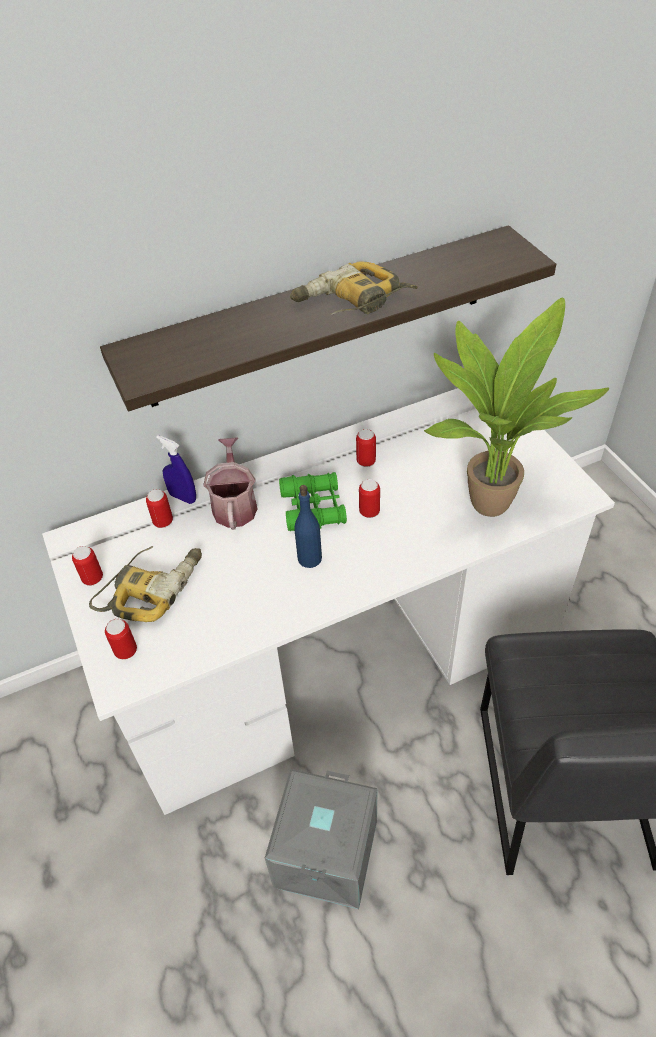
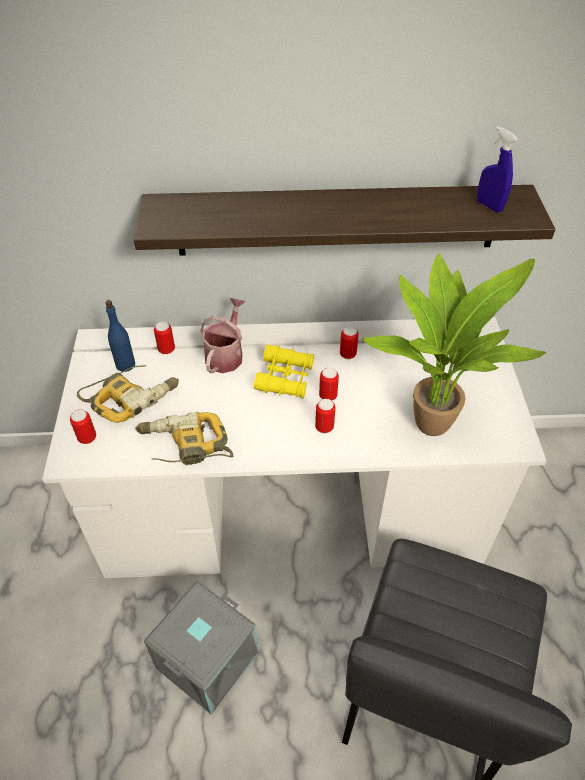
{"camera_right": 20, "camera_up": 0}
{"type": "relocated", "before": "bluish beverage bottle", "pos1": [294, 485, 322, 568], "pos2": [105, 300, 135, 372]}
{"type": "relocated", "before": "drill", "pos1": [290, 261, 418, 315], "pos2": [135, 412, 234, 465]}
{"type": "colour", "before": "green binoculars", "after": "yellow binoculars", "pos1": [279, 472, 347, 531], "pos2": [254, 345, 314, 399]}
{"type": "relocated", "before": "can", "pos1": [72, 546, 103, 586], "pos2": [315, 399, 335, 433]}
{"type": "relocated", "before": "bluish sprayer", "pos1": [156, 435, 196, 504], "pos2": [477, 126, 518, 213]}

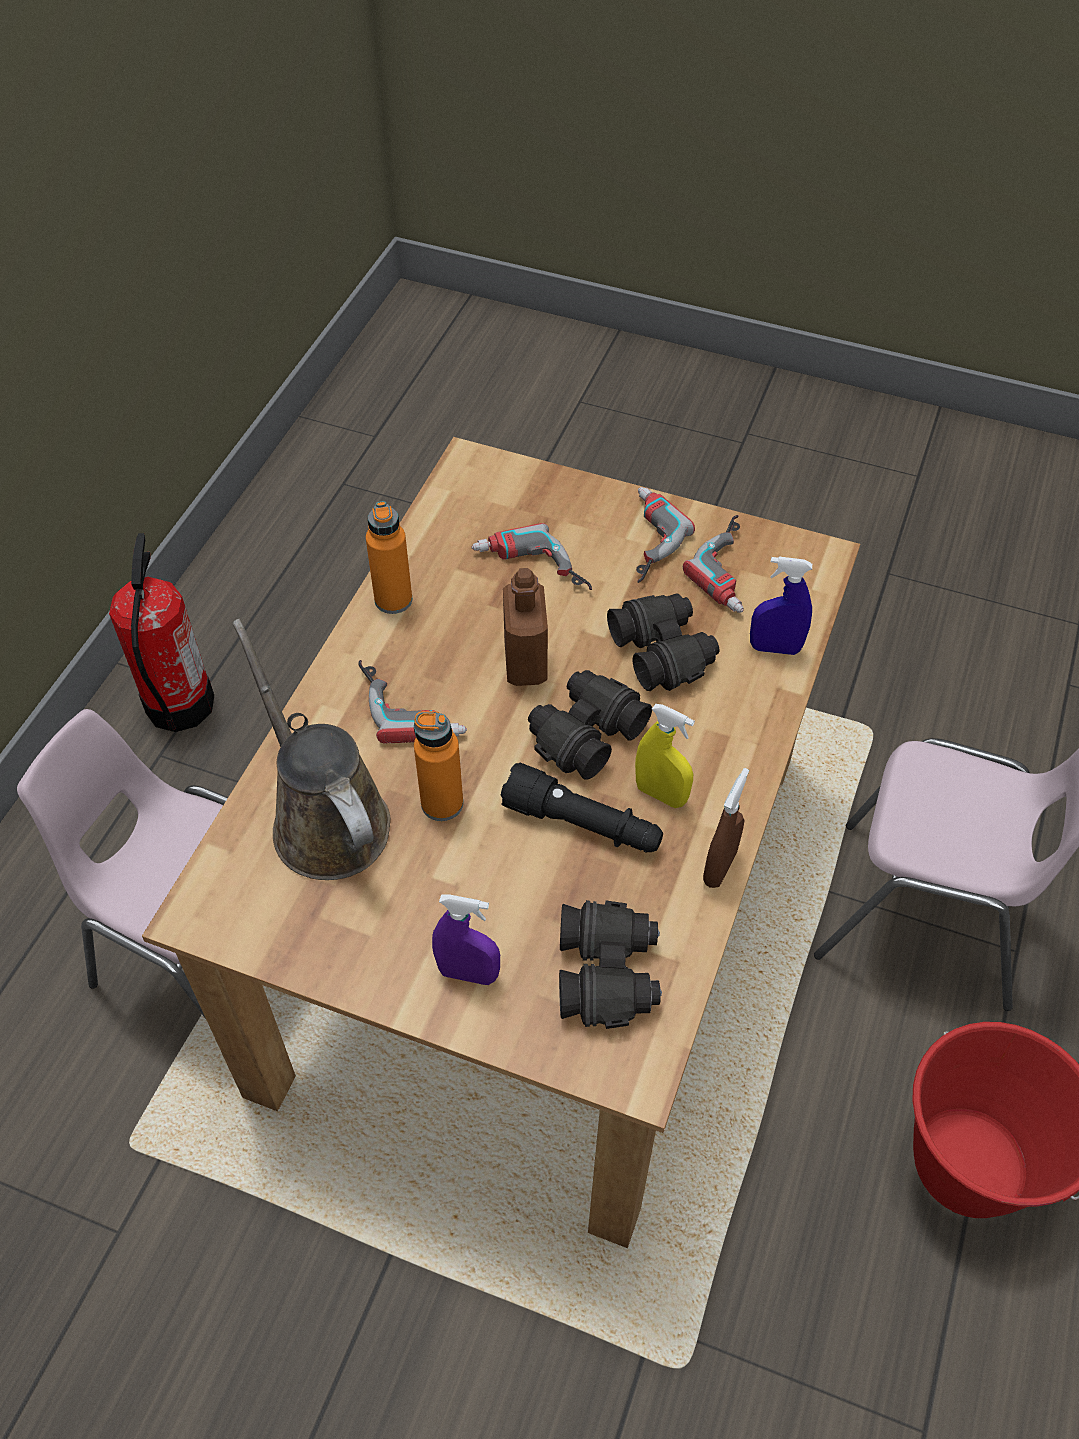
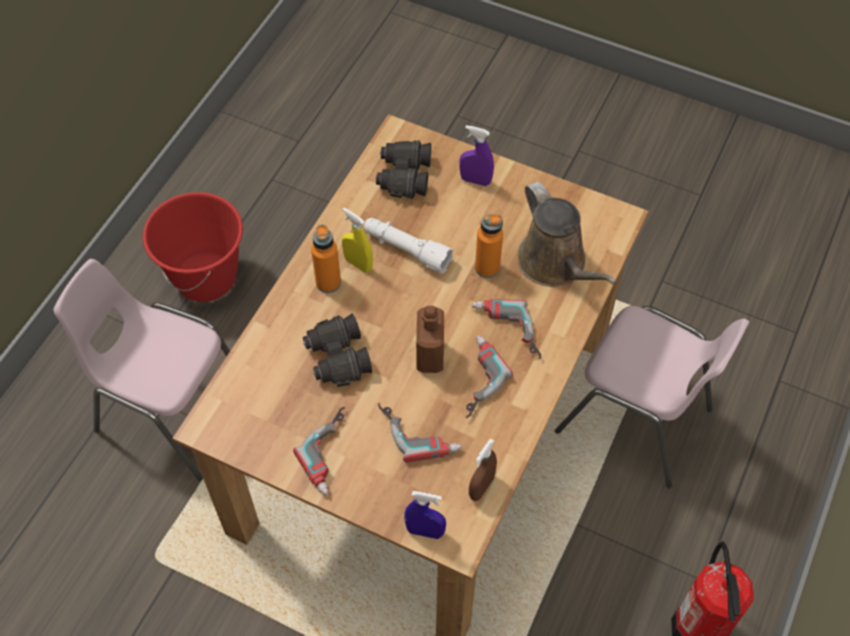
{"camera_right": -175, "camera_up": 5}
{"type": "relocated", "before": "orange-coloured beverage bottle", "pos1": [366, 501, 412, 614], "pos2": [311, 225, 341, 293]}
{"type": "colour", "before": "black torch", "after": "whitish torch", "pos1": [501, 763, 663, 852], "pos2": [364, 218, 453, 274]}
{"type": "relocated", "before": "bluish sprayer", "pos1": [750, 557, 812, 655], "pos2": [404, 491, 446, 539]}
{"type": "relocated", "before": "drill", "pos1": [683, 515, 744, 613], "pos2": [466, 335, 513, 418]}
{"type": "relocated", "before": "brownish sprayer", "pos1": [703, 768, 749, 888], "pos2": [469, 438, 497, 501]}
{"type": "missing", "before": "black binoculars", "pos1": [528, 670, 652, 780]}

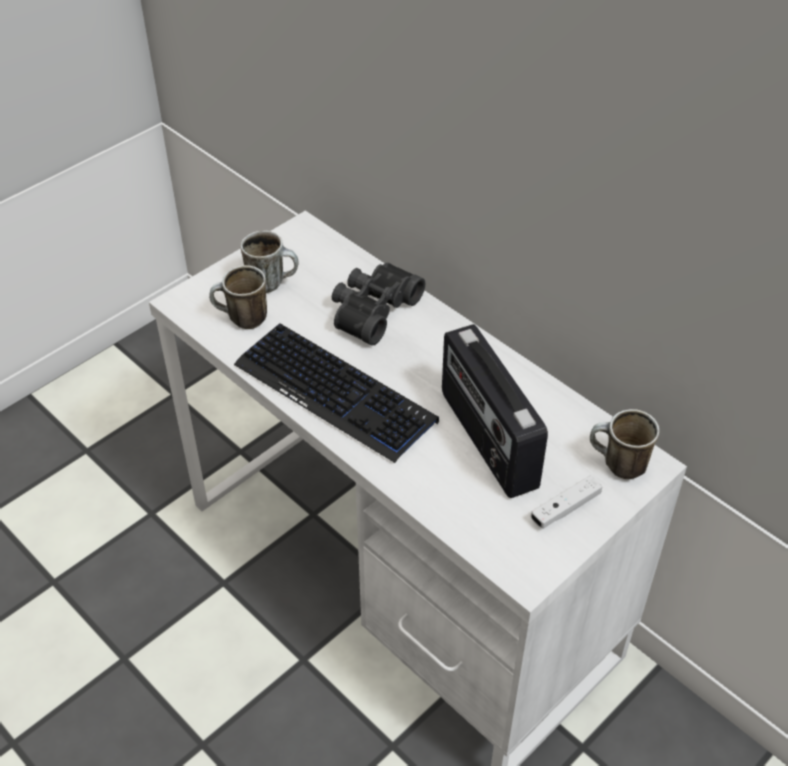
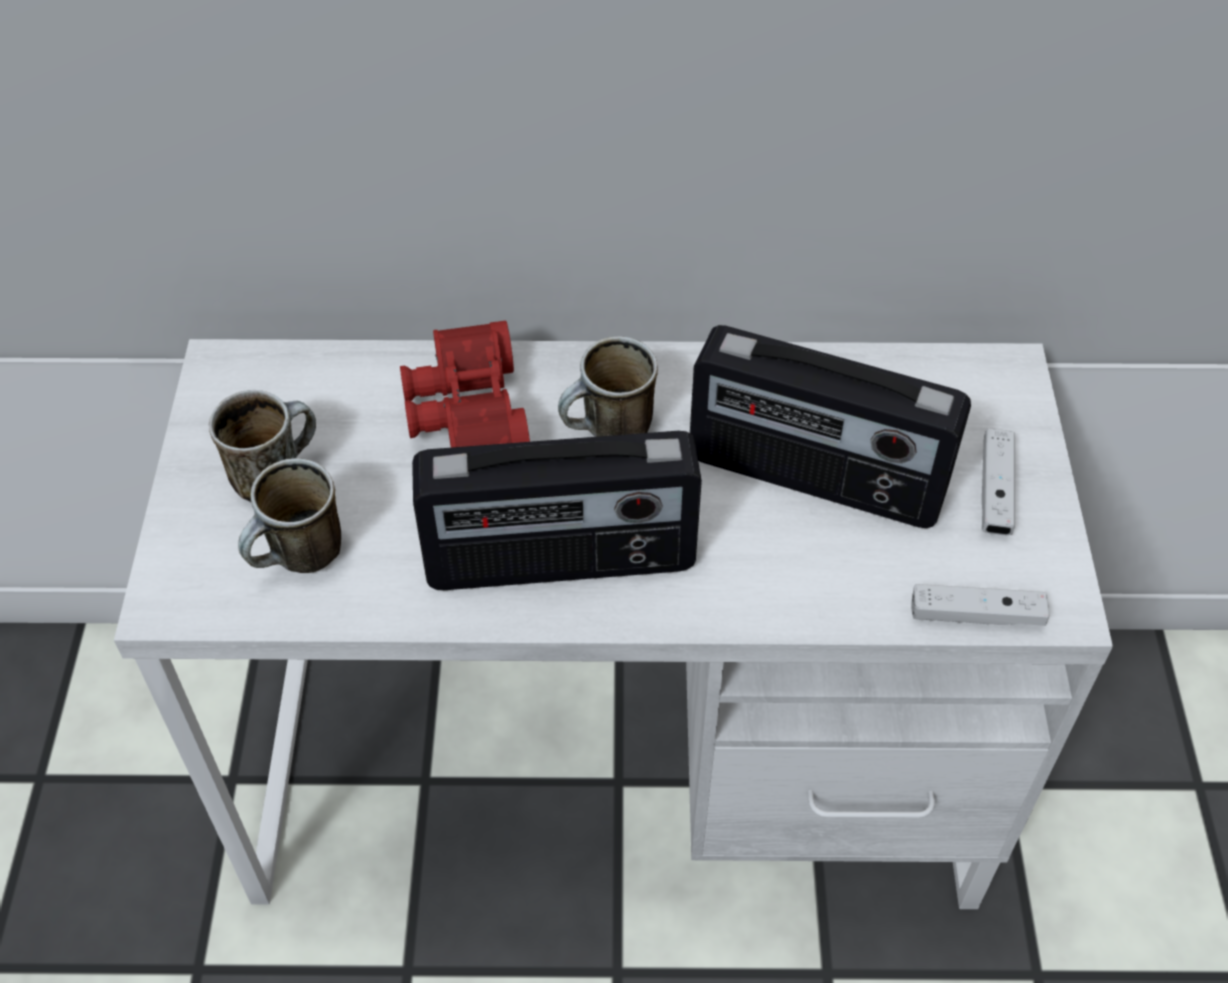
{"camera_right": -45, "camera_up": 5}
{"type": "colour", "before": "black binoculars", "after": "red binoculars", "pos1": [332, 262, 425, 346], "pos2": [400, 321, 530, 448]}
{"type": "exchanged", "before": "keyboard", "after": "radio", "pos1": [234, 323, 439, 463], "pos2": [412, 431, 702, 590]}
{"type": "relocated", "before": "coffee mug", "pos1": [590, 409, 659, 479], "pos2": [558, 336, 658, 437]}
{"type": "appeared", "after": "whitish joypad", "pos2": [911, 584, 1049, 626]}

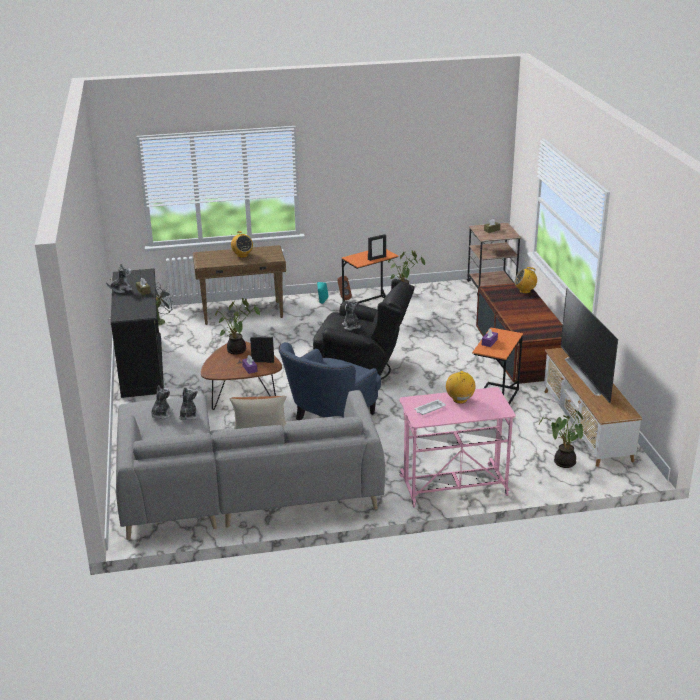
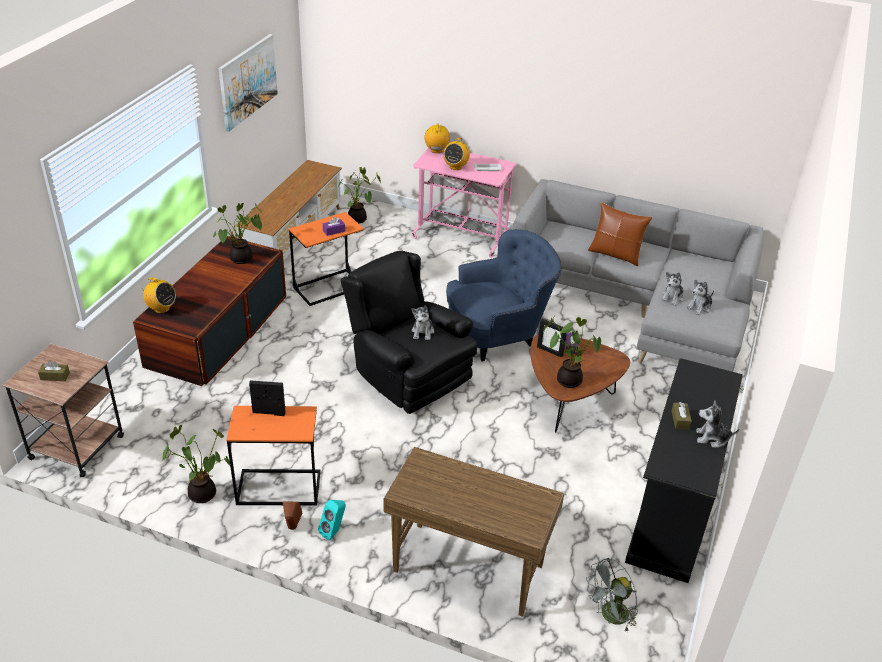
{"camera_right": -150, "camera_up": 10}
{"type": "appeared", "after": "houseplant", "pos2": [213, 203, 263, 264]}
{"type": "appeared", "after": "wall picture", "pos2": [219, 34, 278, 131]}
{"type": "relocated", "before": "radio", "pos1": [231, 231, 253, 258], "pos2": [424, 124, 450, 153]}
{"type": "missing", "before": "television", "pos1": [561, 288, 618, 403]}

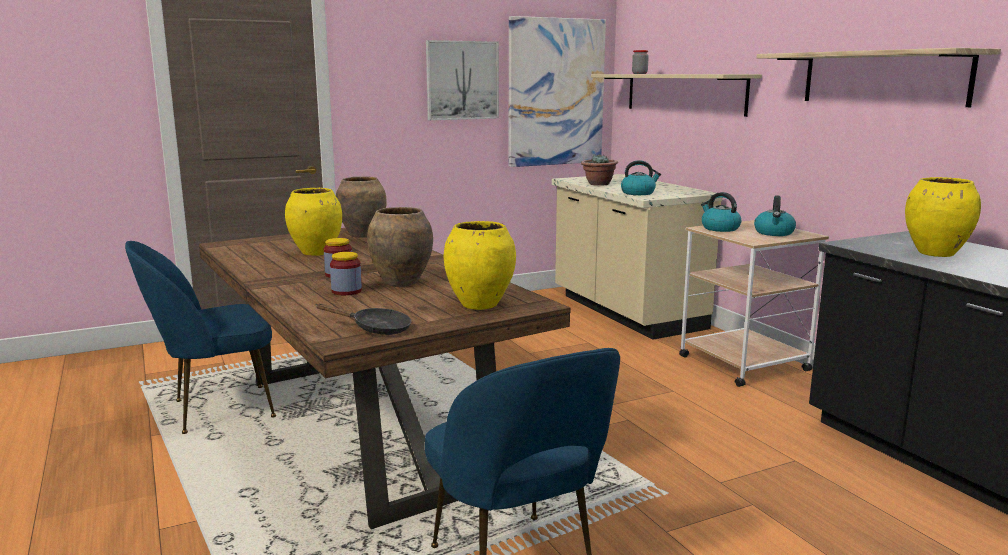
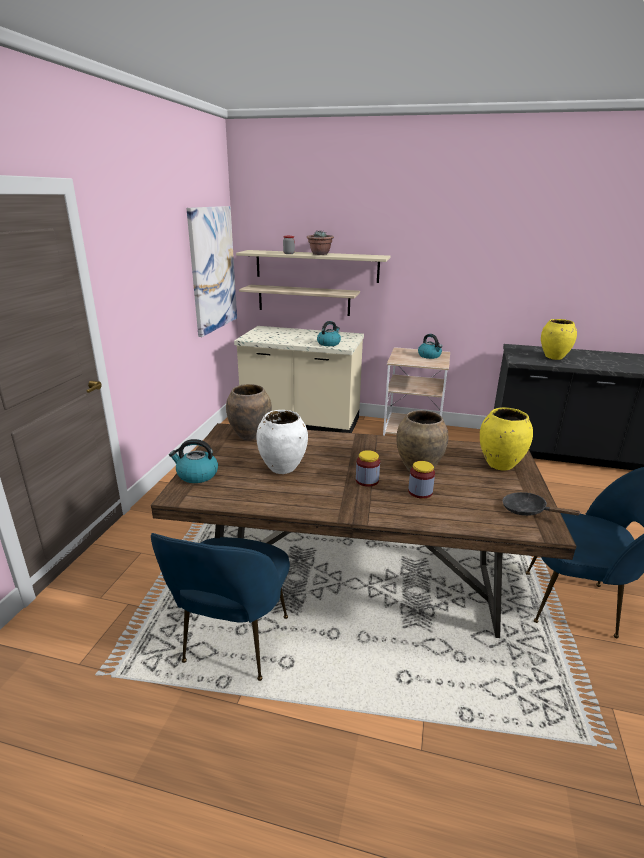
{"camera_right": -50, "camera_up": 10}
{"type": "relocated", "before": "tea kettle", "pos1": [701, 192, 741, 232], "pos2": [169, 439, 218, 483]}
{"type": "relocated", "before": "wall shelf", "pos1": [757, 48, 1001, 107], "pos2": [239, 285, 360, 316]}
{"type": "colour", "before": "yellow vase", "after": "whitish vase", "pos1": [285, 188, 342, 256], "pos2": [256, 410, 308, 474]}
{"type": "relocated", "before": "houseplant", "pos1": [581, 154, 618, 186], "pos2": [307, 231, 334, 255]}
{"type": "spun", "before": "black pan", "pos1": [316, 303, 411, 335], "pos2": [502, 492, 581, 516], "turn": -105}
{"type": "missing", "before": "wall picture", "pos1": [426, 40, 499, 120]}

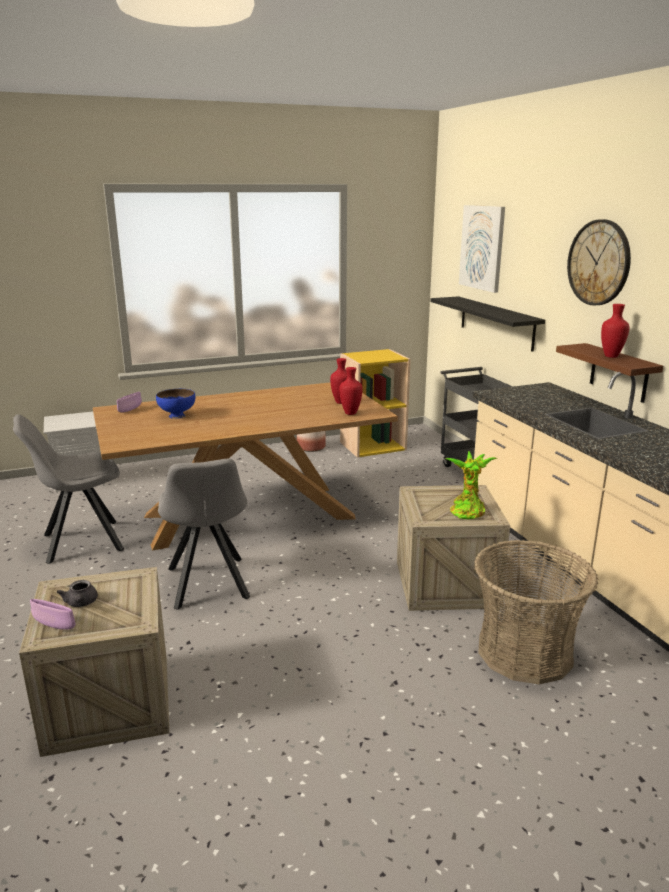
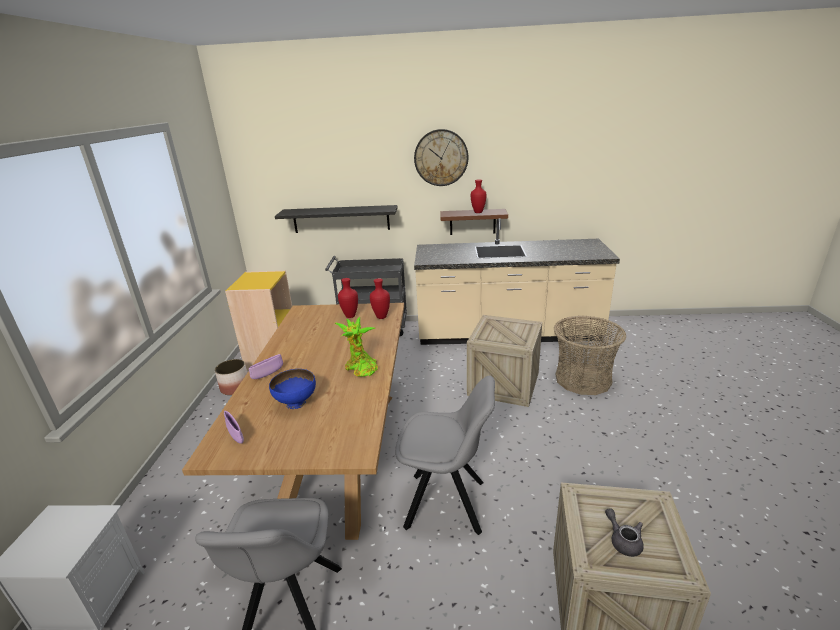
{"camera_right": -65, "camera_up": 5}
{"type": "relocated", "before": "purple bowl", "pos1": [30, 599, 76, 630], "pos2": [249, 354, 283, 379]}
{"type": "relocated", "before": "houseplant", "pos1": [445, 451, 497, 519], "pos2": [334, 317, 378, 377]}
{"type": "spun", "before": "greyish tea pot", "pos1": [57, 580, 98, 607], "pos2": [605, 508, 644, 557], "turn": -120}
{"type": "missing", "before": "wall picture", "pos1": [459, 205, 505, 293]}

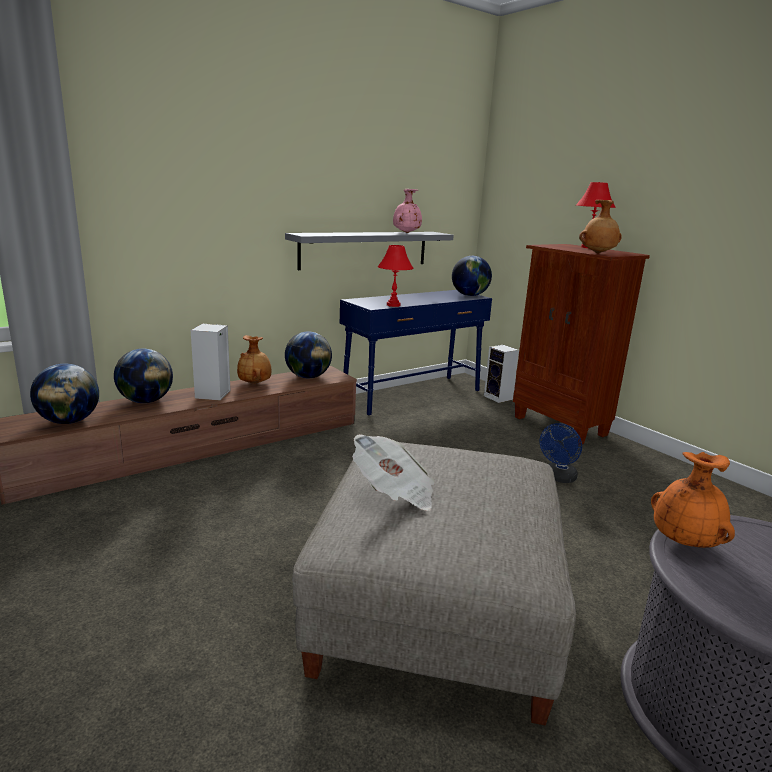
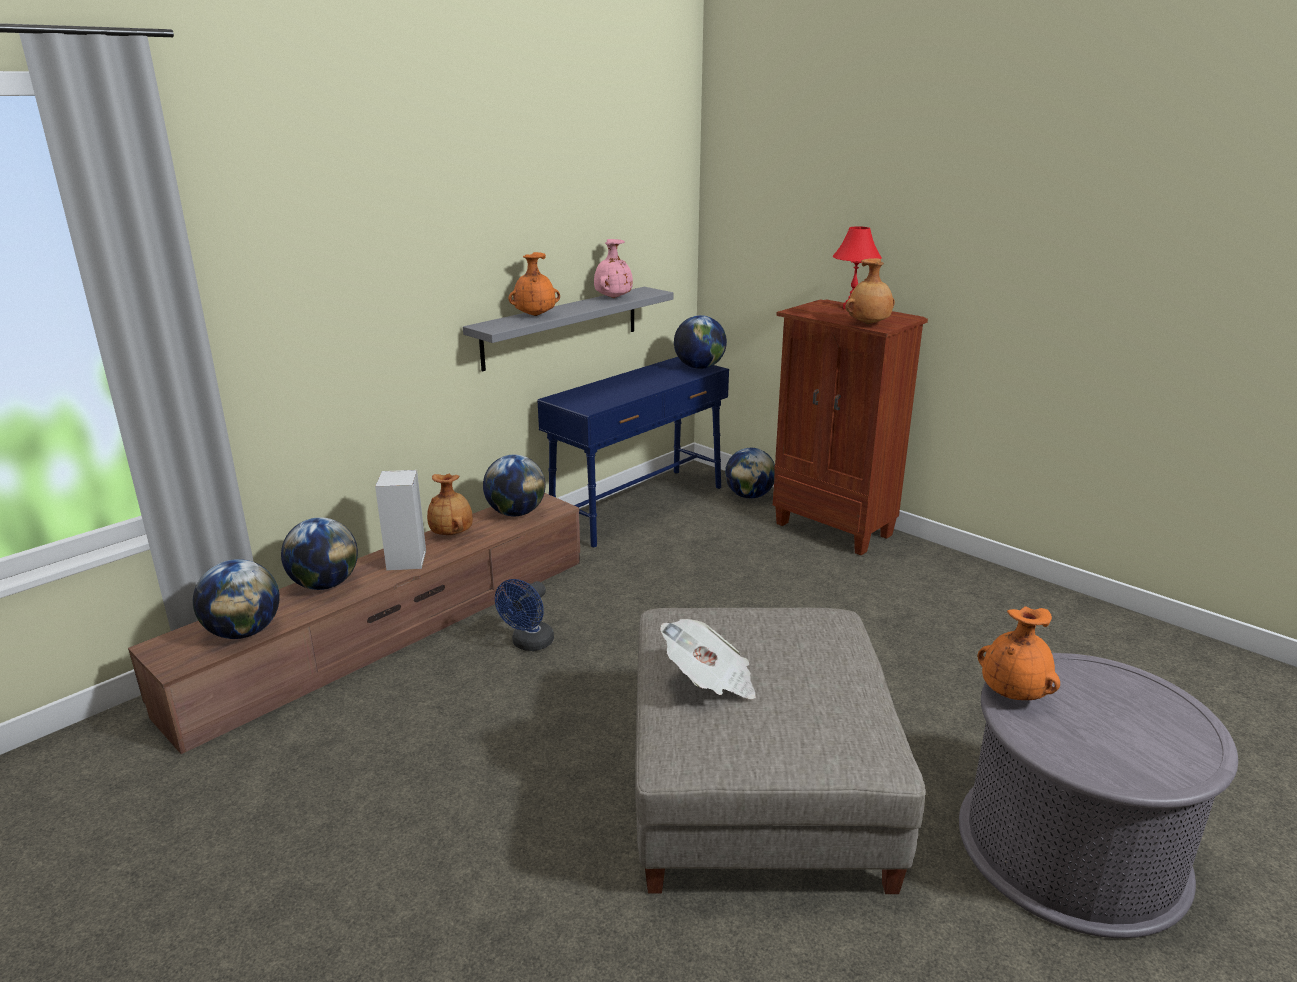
{"camera_right": -10, "camera_up": 5}
{"type": "relocated", "before": "bluish electric fan", "pos1": [539, 423, 582, 483], "pos2": [495, 579, 554, 651]}
{"type": "appeared", "after": "orange-coloured vase", "pos2": [508, 252, 560, 316]}
{"type": "exchanged", "before": "audio speaker", "after": "world globe", "pos1": [484, 345, 519, 403], "pos2": [725, 448, 775, 499]}
{"type": "missing", "before": "red lamp for a table", "pos1": [378, 245, 414, 307]}

